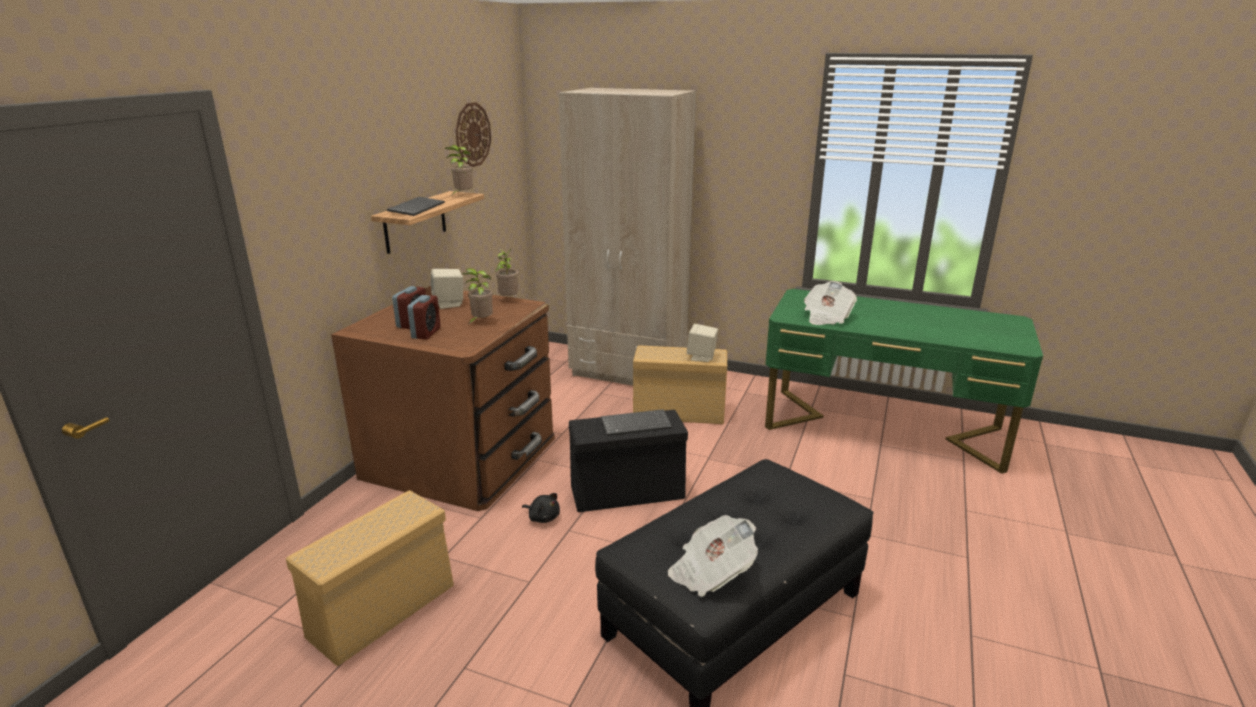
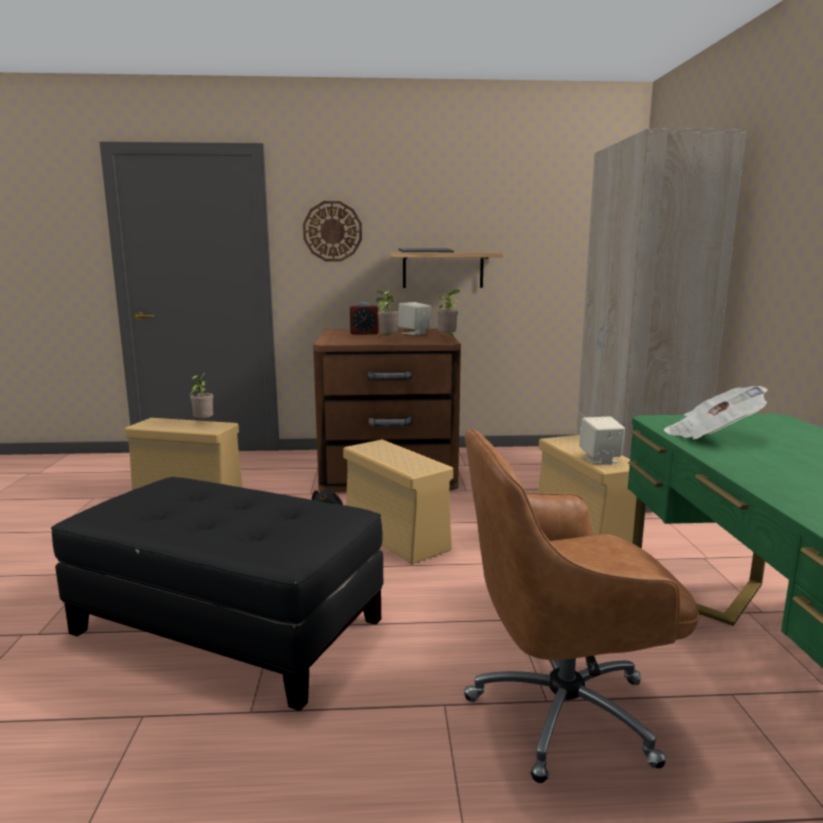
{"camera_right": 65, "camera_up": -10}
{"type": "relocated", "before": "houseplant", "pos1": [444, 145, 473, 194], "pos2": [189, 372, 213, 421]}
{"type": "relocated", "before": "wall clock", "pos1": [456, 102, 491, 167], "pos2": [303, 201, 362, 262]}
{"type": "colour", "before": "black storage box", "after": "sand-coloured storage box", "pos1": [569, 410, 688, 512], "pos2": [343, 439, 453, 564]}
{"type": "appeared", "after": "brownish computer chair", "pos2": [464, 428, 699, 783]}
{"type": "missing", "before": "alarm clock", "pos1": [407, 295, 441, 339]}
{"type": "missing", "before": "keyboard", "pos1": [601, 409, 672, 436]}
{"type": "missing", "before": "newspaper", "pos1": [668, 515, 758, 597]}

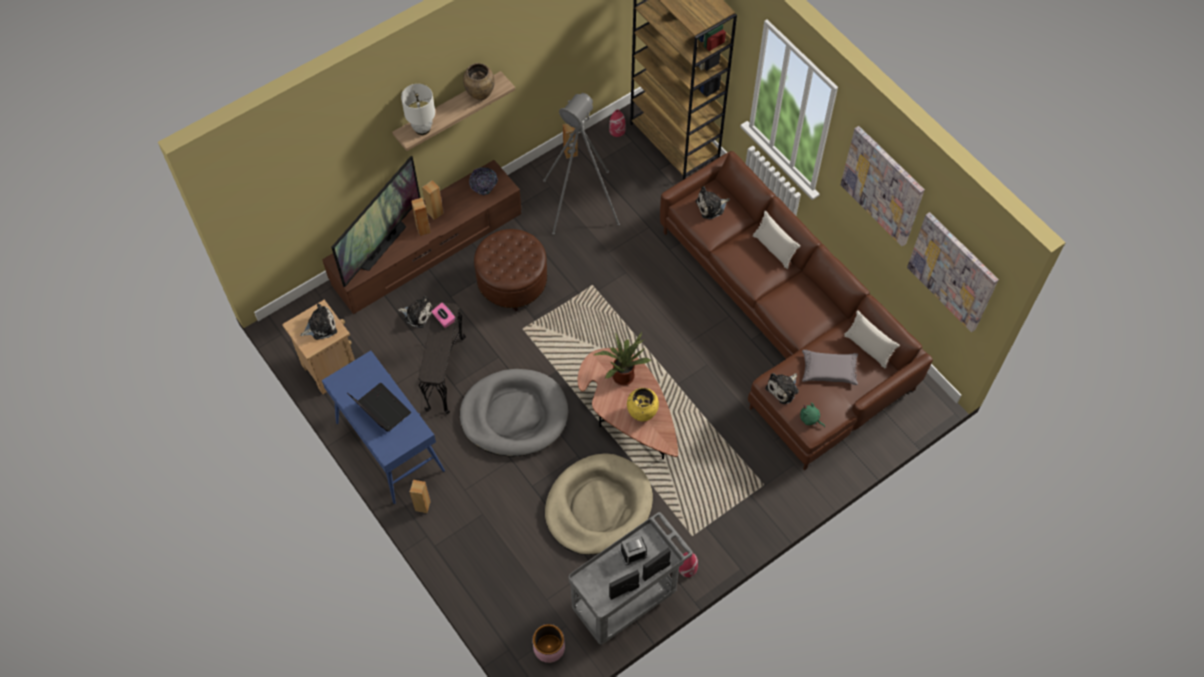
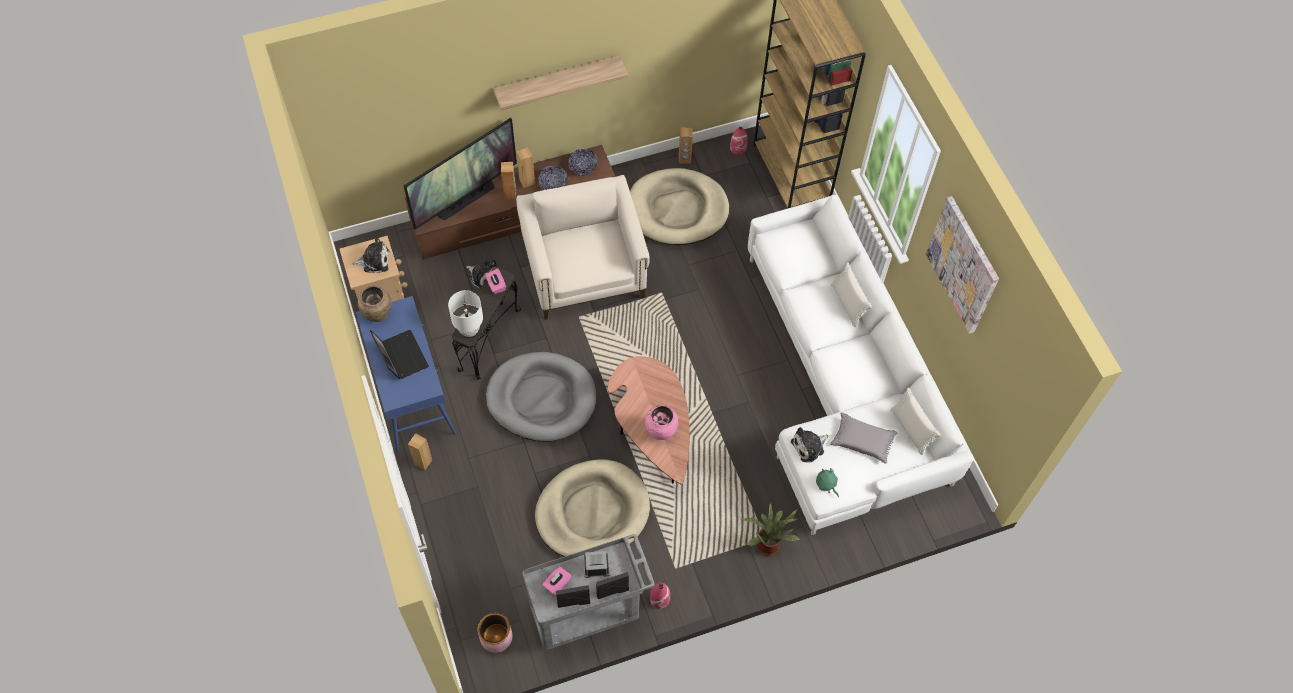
{"camera_right": 15, "camera_up": 0}
{"type": "relocated", "before": "brownish vase", "pos1": [463, 63, 495, 101], "pos2": [358, 286, 391, 322]}
{"type": "relocated", "before": "whitish lamp for a table", "pos1": [401, 84, 435, 135], "pos2": [448, 290, 483, 338]}
{"type": "exchanged", "before": "brownish footrest", "after": "sand-coloured easy chair", "pos1": [474, 229, 547, 311], "pos2": [516, 175, 650, 320]}
{"type": "appeared", "after": "bowl", "pos2": [538, 166, 568, 190]}
{"type": "appeared", "after": "pink tissue holder", "pos2": [542, 567, 571, 596]}
{"type": "exchanged", "before": "greyish floor lamp", "after": "sand-coloured dog bed", "pos1": [543, 93, 620, 235], "pos2": [630, 168, 729, 245]}
{"type": "colour", "before": "yellow vase", "after": "pink vase", "pos1": [627, 388, 659, 421], "pos2": [645, 405, 678, 440]}
{"type": "relocated", "before": "houseplant", "pos1": [594, 332, 652, 385], "pos2": [741, 502, 800, 556]}
{"type": "colour", "before": "brownish couch", "after": "whitish couch", "pos1": [660, 151, 933, 470], "pos2": [748, 194, 974, 535]}
{"type": "missing", "before": "plush toy", "pos1": [695, 186, 730, 219]}
{"type": "missing", "before": "wall picture", "pos1": [907, 212, 999, 332]}

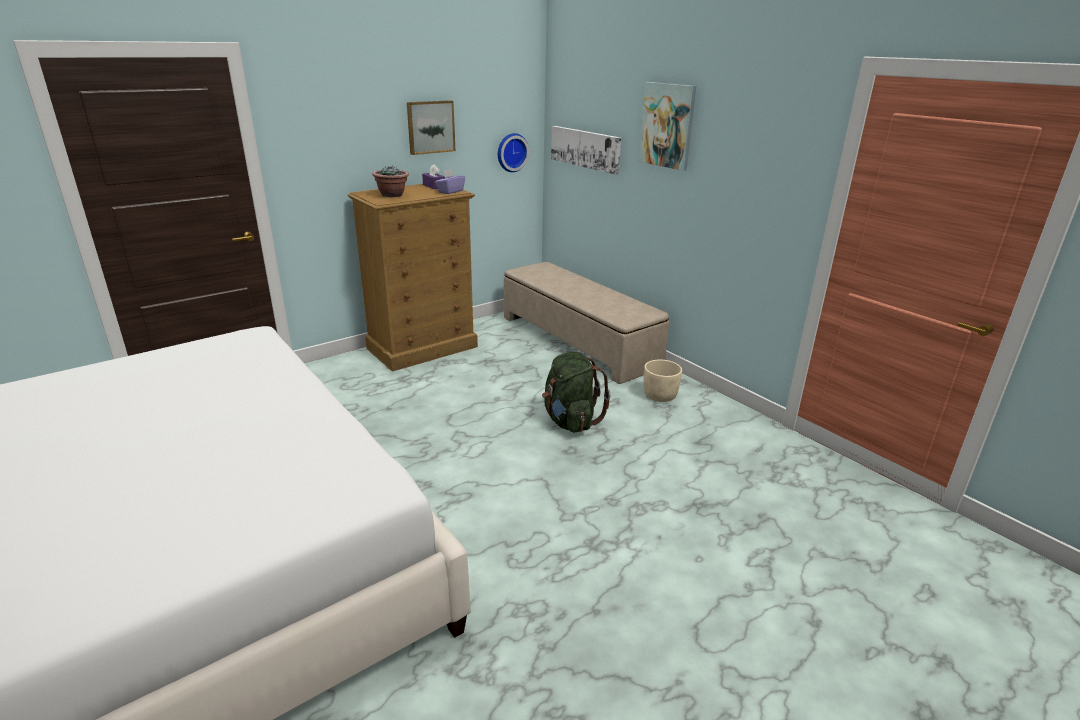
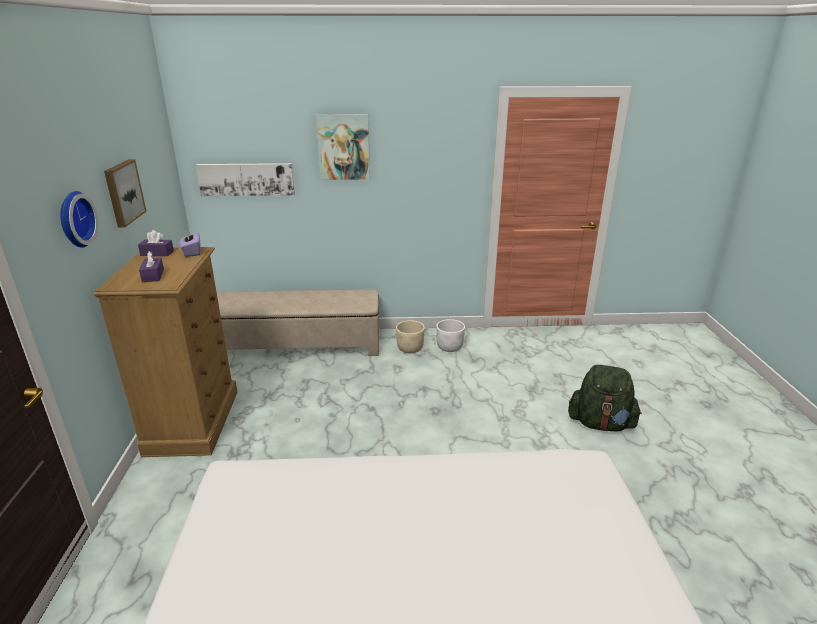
{"camera_right": -55, "camera_up": 0}
{"type": "relocated", "before": "wall clock", "pos1": [498, 133, 529, 172], "pos2": [60, 191, 98, 248]}
{"type": "exchanged", "before": "houseplant", "after": "purple tissue holder", "pos1": [372, 166, 409, 197], "pos2": [139, 251, 164, 283]}
{"type": "appeared", "after": "whitish plant pot", "pos2": [436, 319, 465, 352]}
{"type": "relocated", "before": "green rucksack", "pos1": [542, 352, 611, 433], "pos2": [568, 365, 642, 431]}

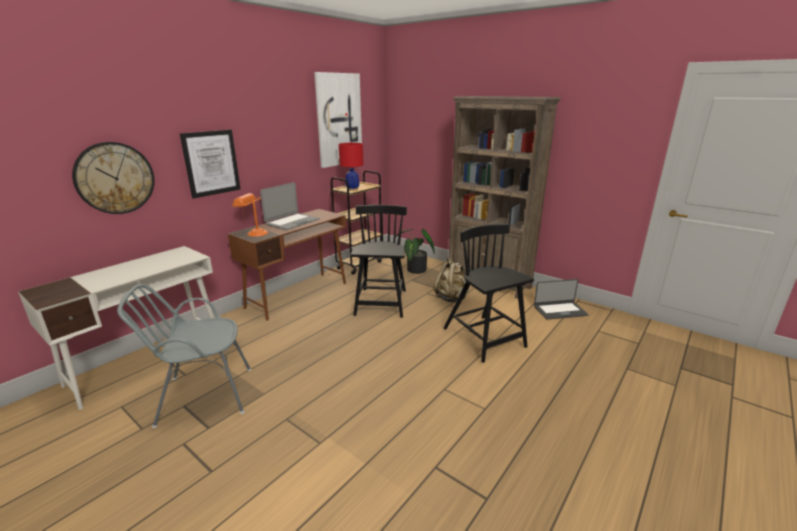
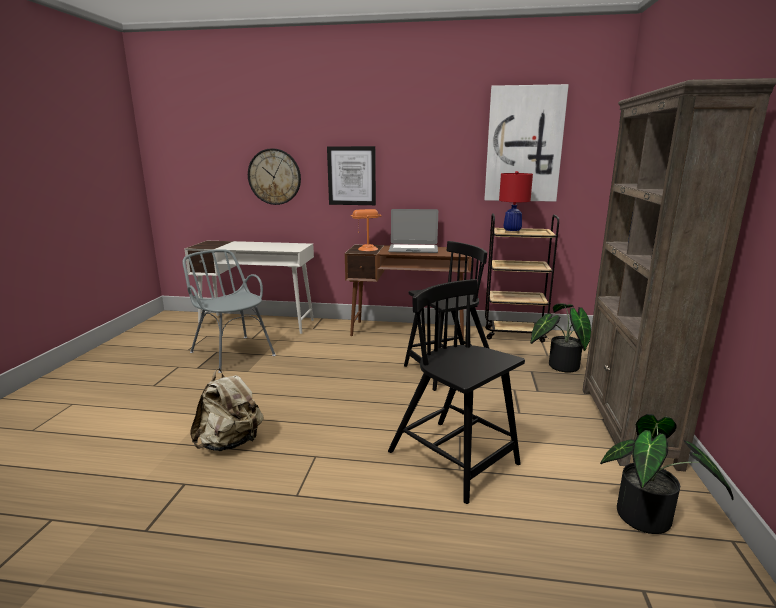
{"camera_right": 60, "camera_up": -5}
{"type": "relocated", "before": "sand-coloured rucksack", "pos1": [433, 258, 469, 302], "pos2": [190, 369, 263, 451]}
{"type": "spun", "before": "black plain chair", "pos1": [443, 224, 534, 363], "pos2": [388, 279, 525, 504], "turn": -75}
{"type": "exchanged", "before": "portable computer", "after": "houseplant", "pos1": [534, 279, 589, 320], "pos2": [600, 414, 734, 534]}

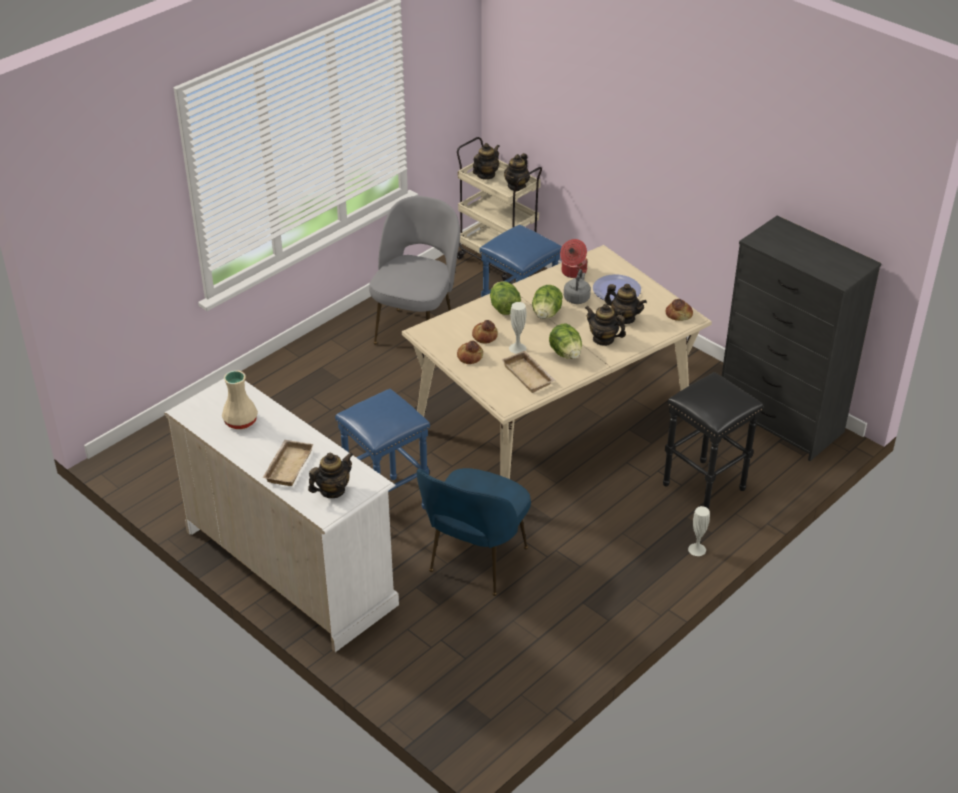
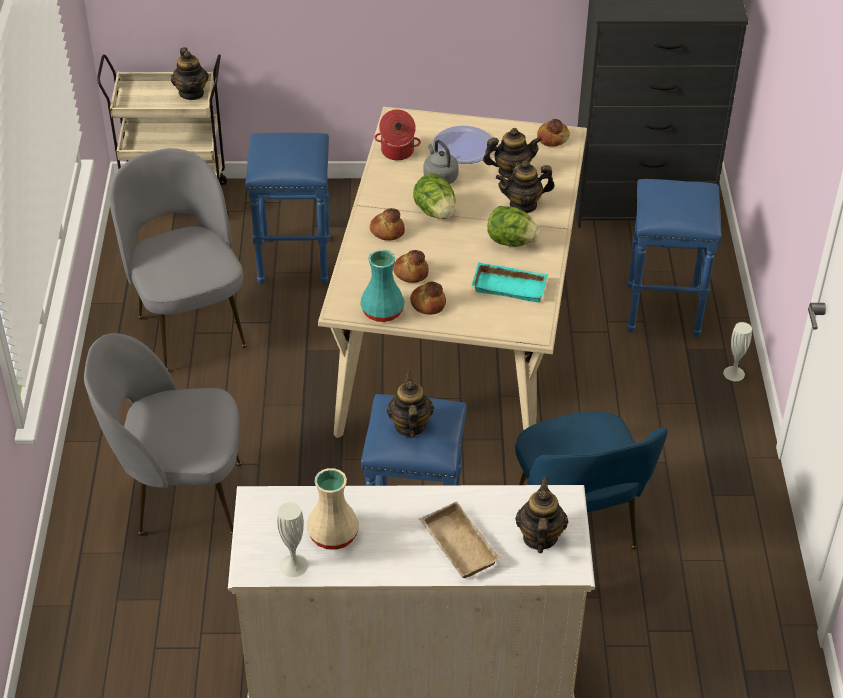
{"camera_right": -45, "camera_up": 5}
{"type": "appeared", "after": "greyish plain chair", "pos2": [84, 333, 242, 536]}
{"type": "relocated", "before": "whitish vase", "pos1": [509, 302, 526, 354], "pos2": [277, 502, 308, 577]}
{"type": "appeared", "after": "turquoise vase", "pos2": [360, 249, 405, 322]}
{"type": "exchanged", "before": "lettuce head", "after": "baked bread", "pos1": [490, 282, 521, 315], "pos2": [370, 208, 405, 240]}
{"type": "relocated", "before": "tea pot", "pos1": [473, 143, 500, 179], "pos2": [387, 371, 434, 438]}
{"type": "colour", "before": "sand-coloured tray", "after": "turquoise tray", "pos1": [501, 351, 555, 393], "pos2": [472, 262, 548, 302]}
{"type": "colour", "before": "black stool", "after": "bluish stool", "pos1": [663, 372, 763, 509], "pos2": [627, 179, 722, 337]}

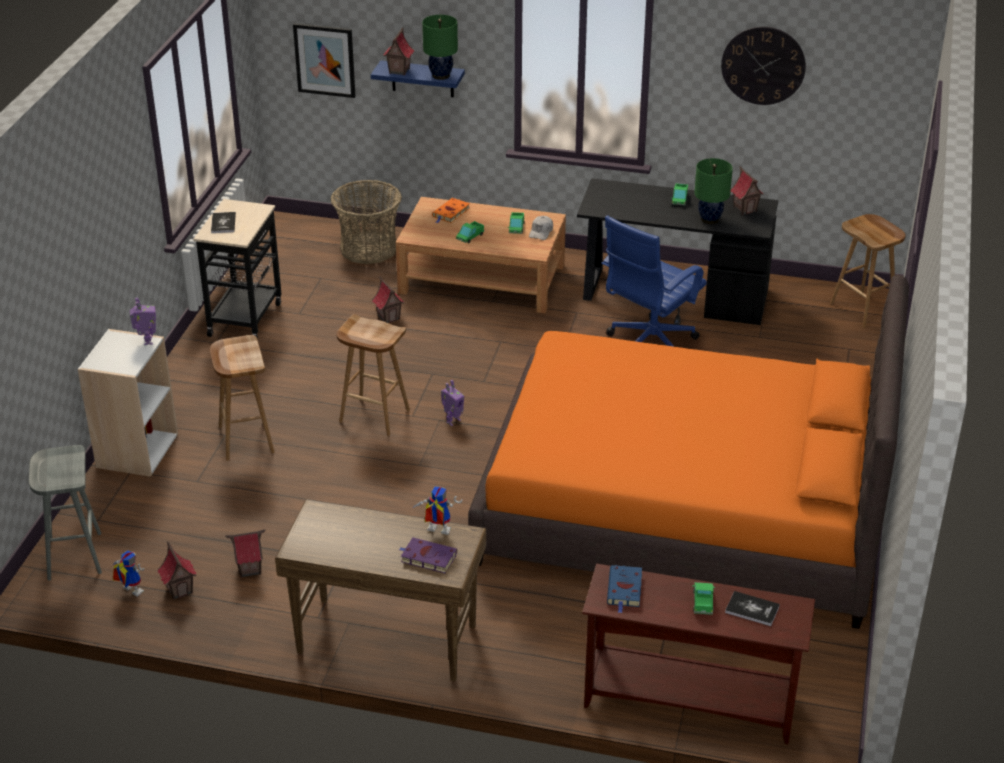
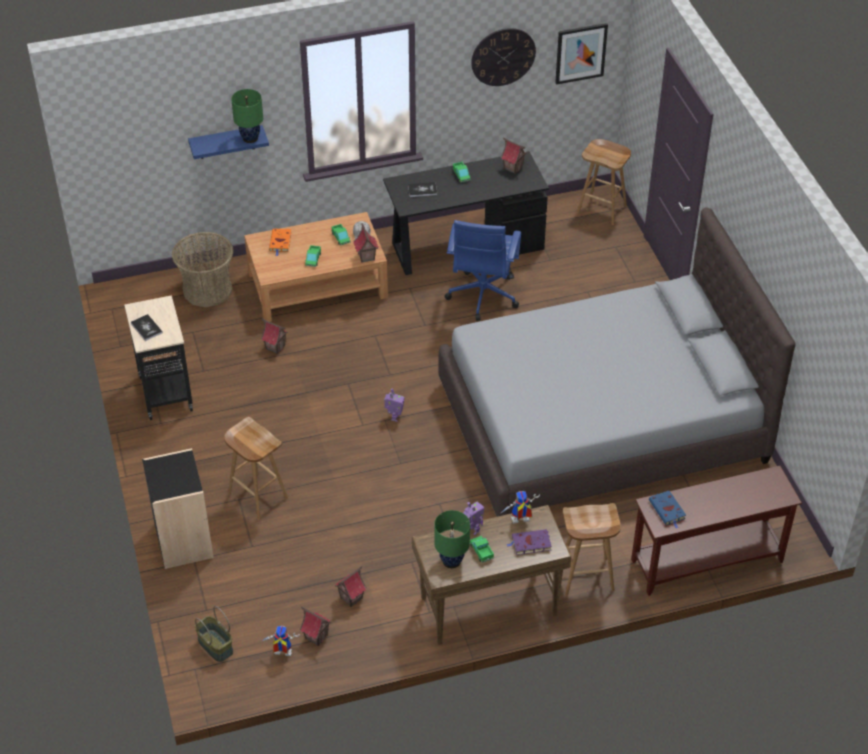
{"camera_right": -30, "camera_up": 10}
{"type": "colour", "before": "whitish bookshelf", "after": "black bookshelf", "pos1": [78, 329, 178, 477], "pos2": [142, 448, 214, 569]}
{"type": "exchanged", "before": "greyish stool", "after": "basket", "pos1": [29, 445, 102, 581], "pos2": [195, 606, 233, 662]}
{"type": "relocated", "before": "miniature house", "pos1": [383, 27, 414, 75], "pos2": [353, 223, 379, 263]}
{"type": "relocated", "before": "bound book", "pos1": [725, 591, 780, 626], "pos2": [408, 182, 437, 197]}
{"type": "relocated", "before": "green lamp for a table", "pos1": [694, 158, 733, 224], "pos2": [434, 510, 470, 568]}
{"type": "colour", "before": "orange-coloured bed", "after": "greyish bed", "pos1": [468, 275, 909, 629], "pos2": [438, 208, 796, 517]}
{"type": "relocated", "before": "robot figure", "pos1": [130, 298, 156, 345], "pos2": [463, 502, 484, 535]}
{"type": "relocated", "before": "toy truck", "pos1": [692, 582, 715, 615], "pos2": [470, 536, 494, 563]}
{"type": "relocated", "before": "wall picture", "pos1": [293, 23, 356, 98], "pos2": [555, 23, 608, 85]}
{"type": "relocated", "before": "brownish stool", "pos1": [336, 314, 410, 436], "pos2": [563, 503, 621, 596]}

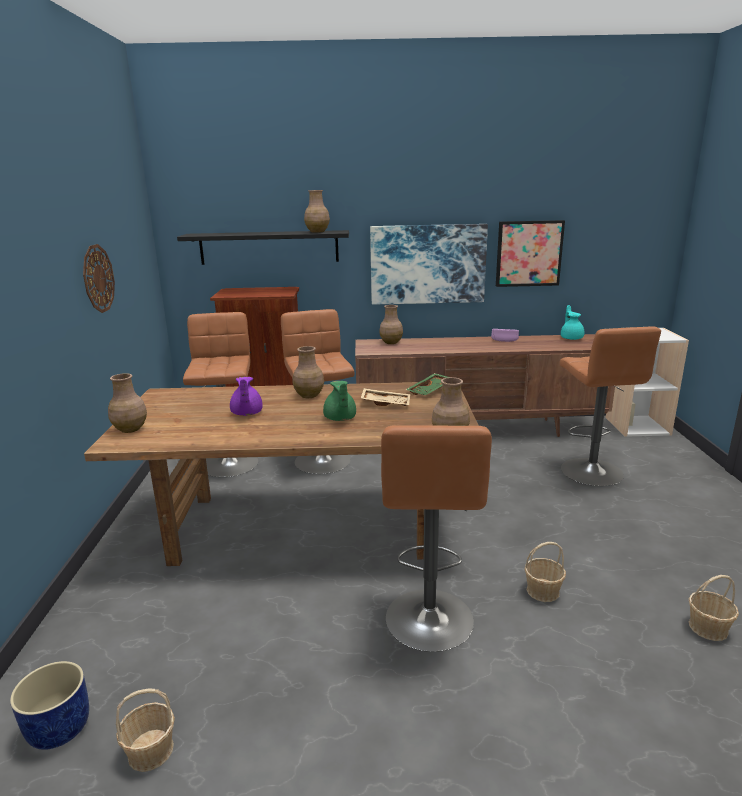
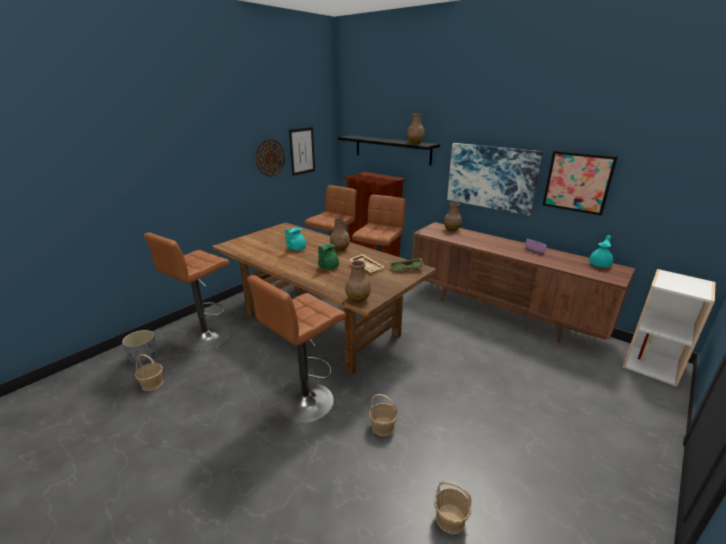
{"camera_right": 40, "camera_up": 5}
{"type": "colour", "before": "bluish plant pot", "after": "greyish plant pot", "pos1": [10, 661, 89, 750], "pos2": [122, 330, 157, 364]}
{"type": "relocated", "before": "brownish stool", "pos1": [560, 326, 661, 486], "pos2": [144, 233, 229, 351]}
{"type": "colour", "before": "purple tea pot", "after": "turquoise tea pot", "pos1": [230, 377, 263, 416], "pos2": [285, 228, 306, 251]}
{"type": "appeared", "after": "wall picture", "pos2": [289, 127, 315, 176]}
{"type": "missing", "before": "brownish vase", "pos1": [108, 373, 147, 433]}

